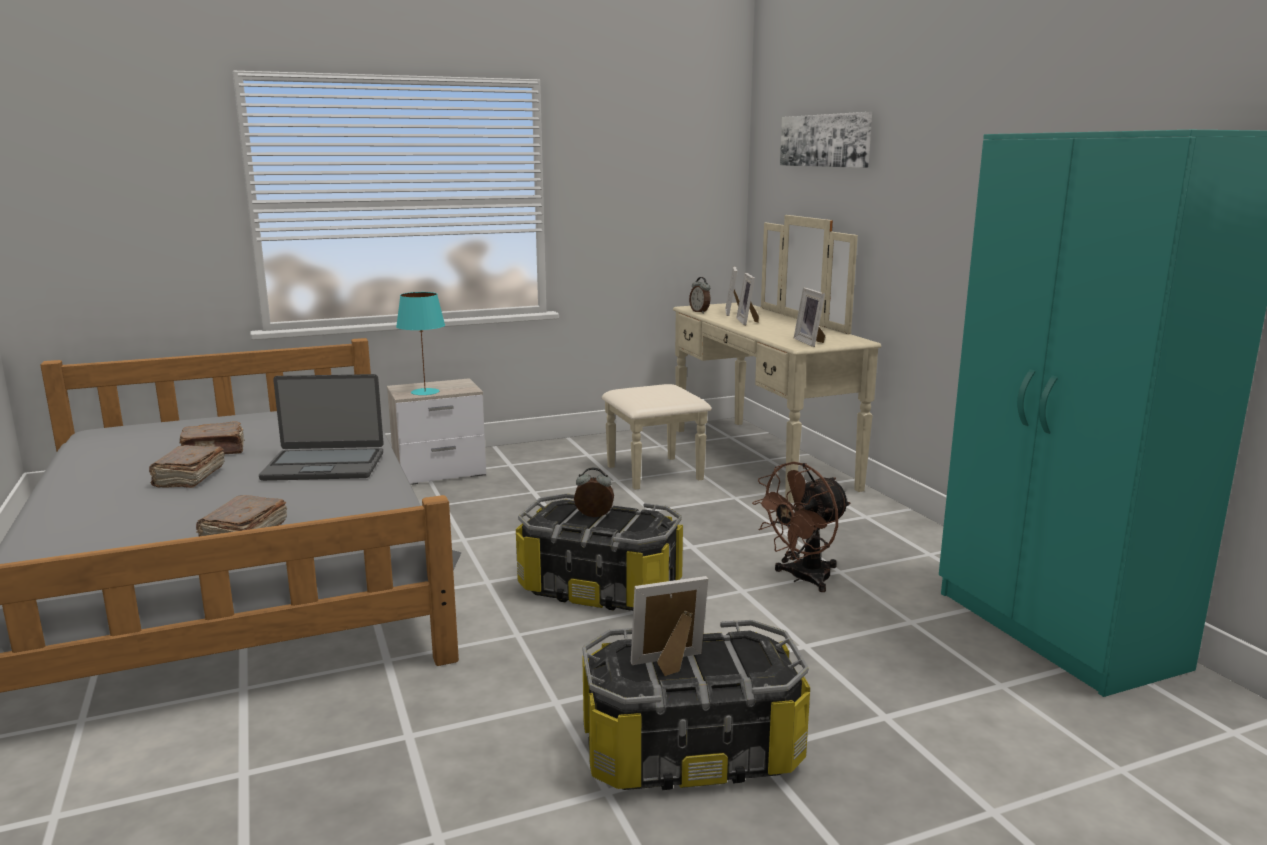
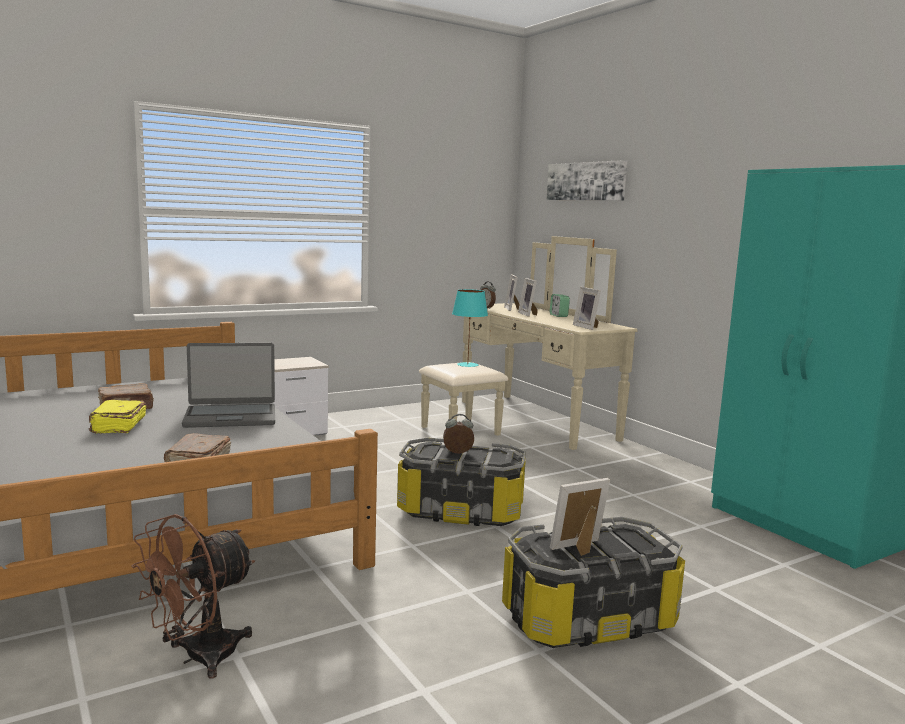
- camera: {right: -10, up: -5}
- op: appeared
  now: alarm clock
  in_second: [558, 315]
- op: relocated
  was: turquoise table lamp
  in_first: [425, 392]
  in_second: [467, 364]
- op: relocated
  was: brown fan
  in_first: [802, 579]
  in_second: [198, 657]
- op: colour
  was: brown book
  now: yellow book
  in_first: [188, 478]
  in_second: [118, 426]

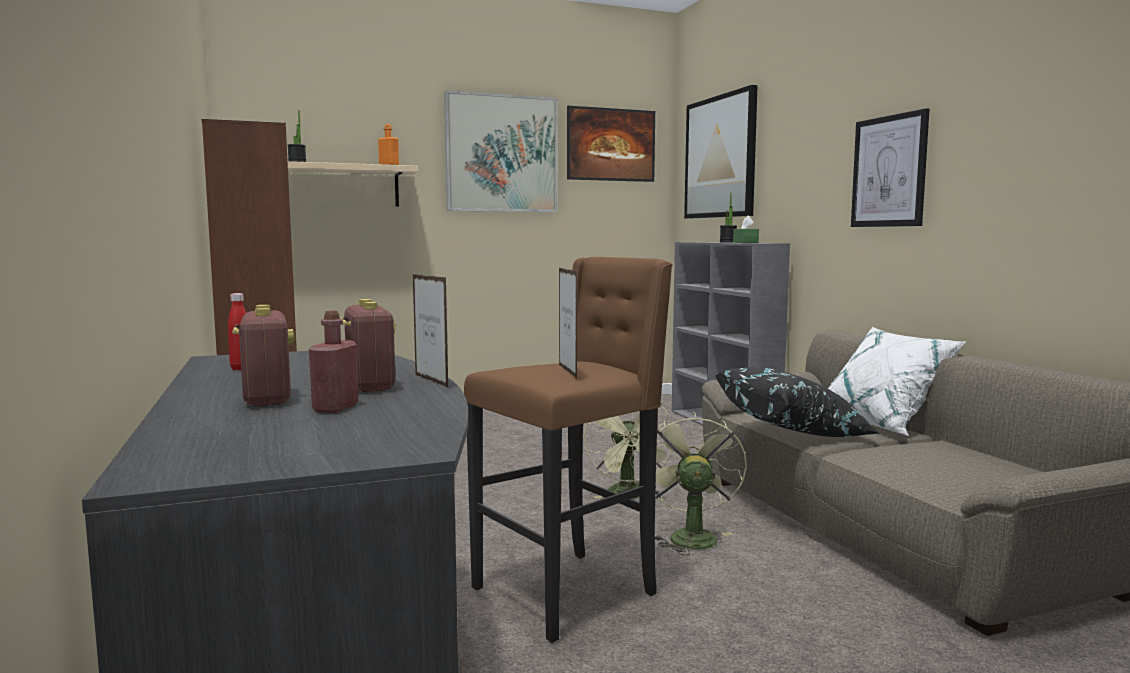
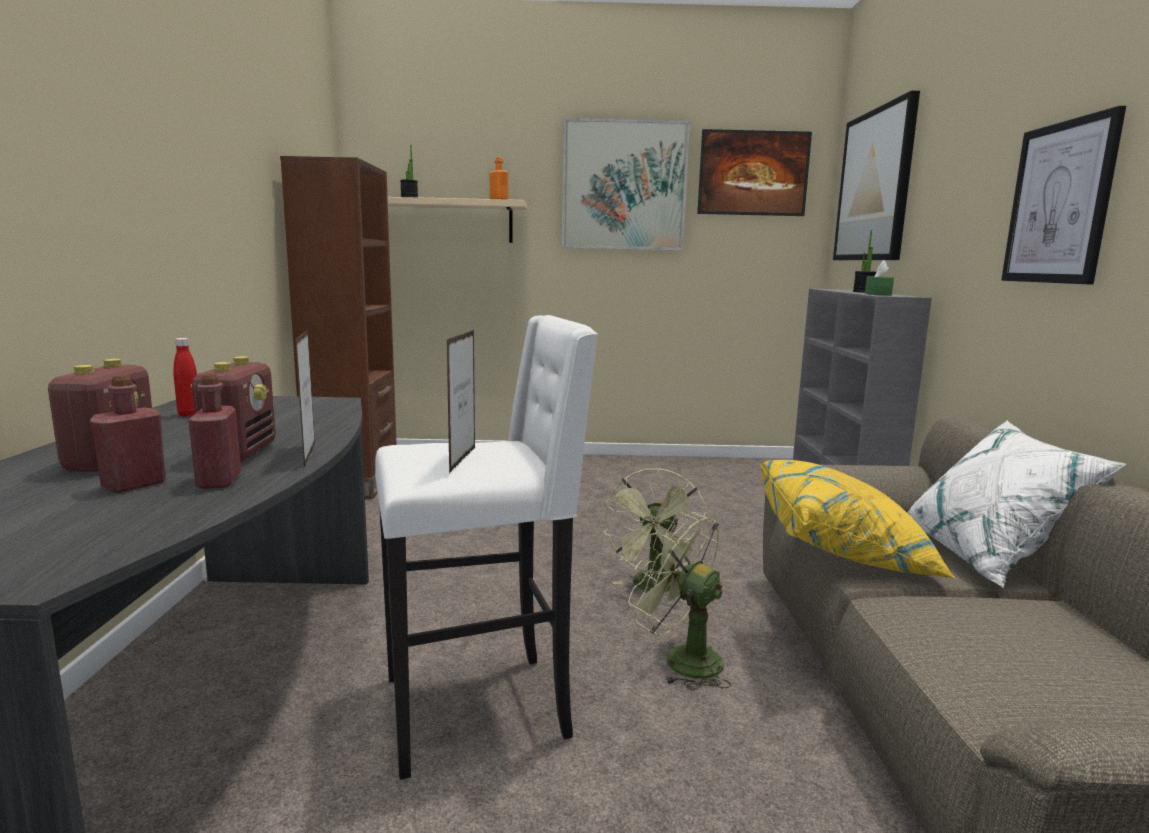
- camera: {right: 20, up: 5}
- op: appeared
  now: red bottle
  in_second: [219, 481]
- op: colour
  was: brown stool
  now: white stool
  in_first: [568, 592]
  in_second: [480, 708]
- op: colour
  was: black pillow
  now: yellow pillow
  in_first: [792, 431]
  in_second: [843, 551]
- op: spun
  was: green fan
  in_first: [690, 536]
  in_second: [681, 659]
  clockwise: -75

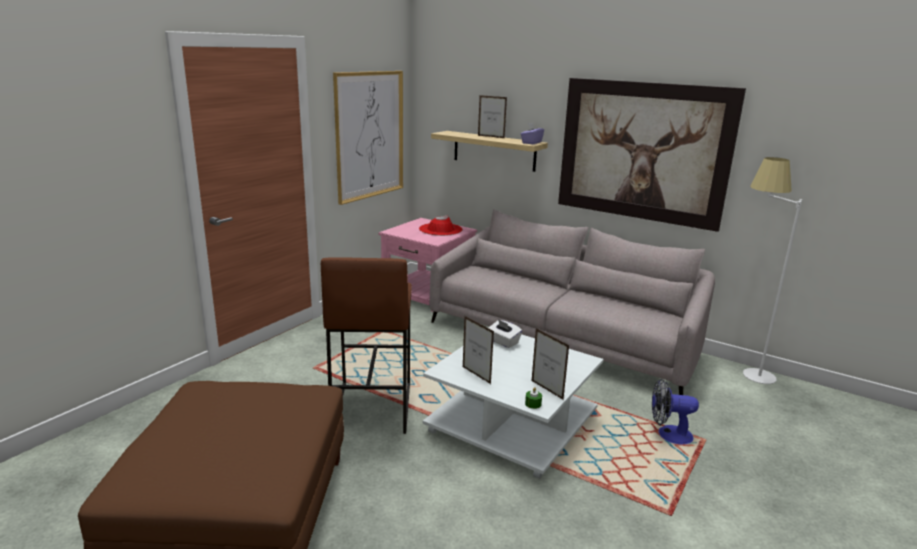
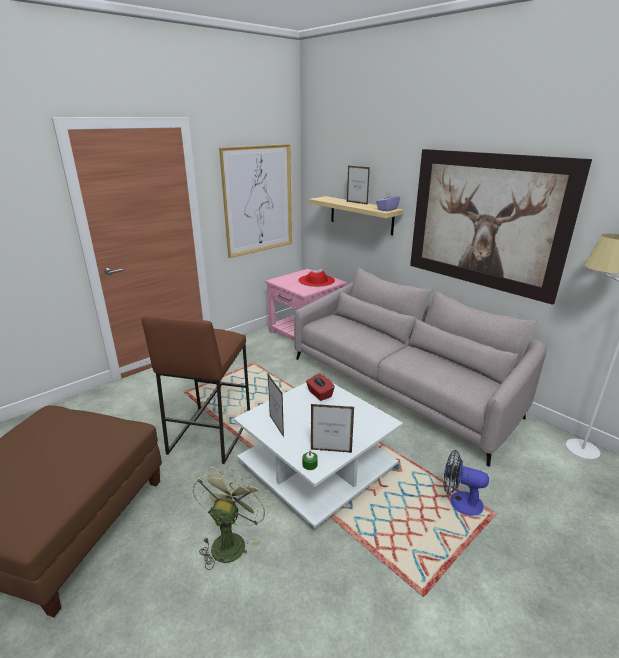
- camera: {right: 15, up: 5}
- op: appeared
  now: green fan
  in_second: [230, 541]
- op: colour
  was: white tissue box
  now: red tissue box
  in_first: [503, 342]
  in_second: [319, 394]
- op: spun
  was: picture frame
  in_first: [547, 390]
  in_second: [331, 451]
  clockwise: 120

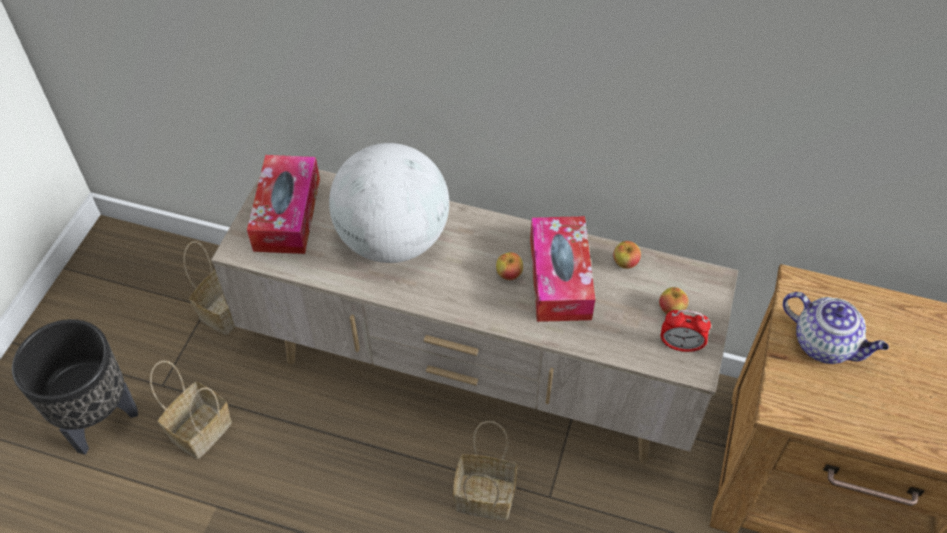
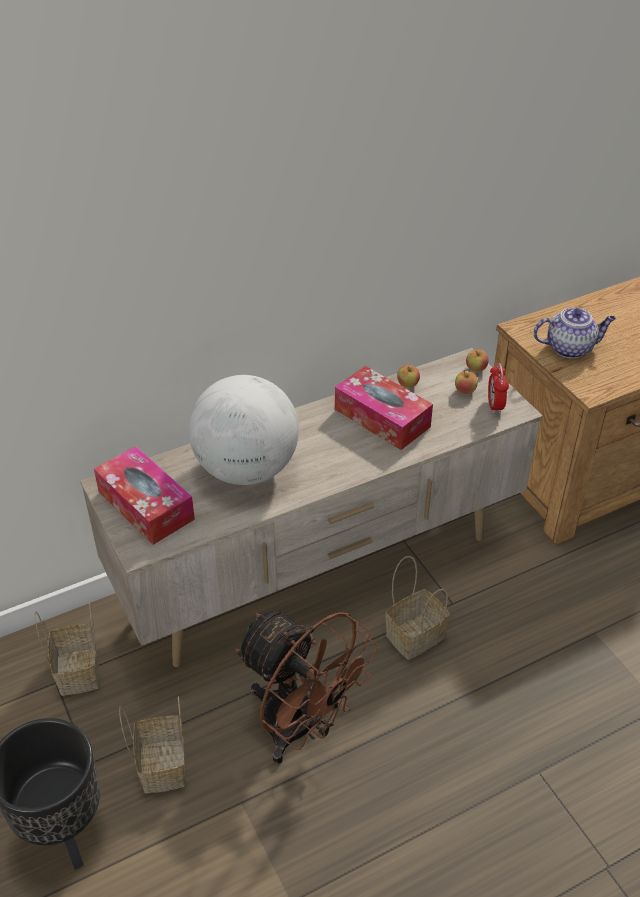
- camera: {right: -45, up: -10}
- op: appeared
  now: brown fan
  in_second: [301, 728]
- op: relocated
  was: apple
  in_first: [509, 274]
  in_second: [476, 369]
- op: spun
  was: alarm clock
  in_first: [680, 346]
  in_second: [495, 406]
  clockwise: 120

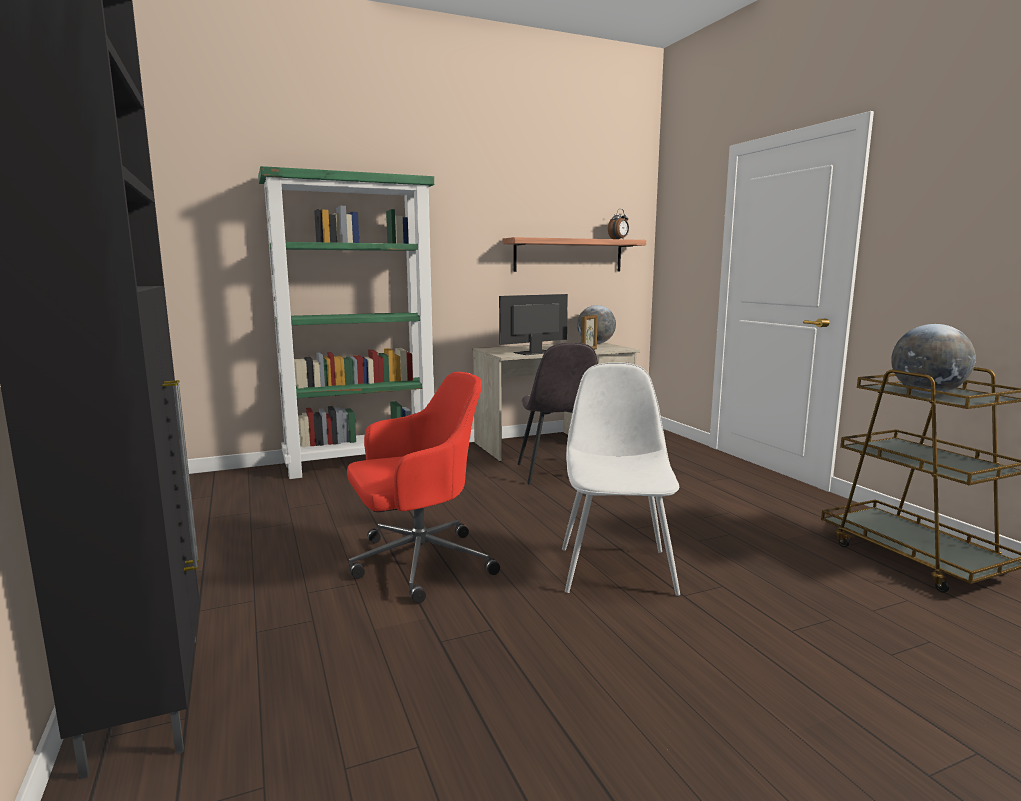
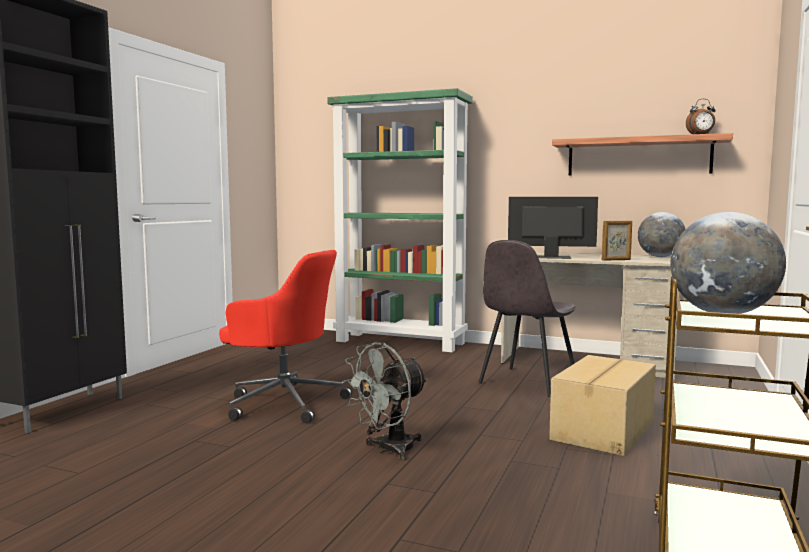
- camera: {right: 45, up: -5}
- op: appeared
  now: cardboard box
  in_second: [604, 430]
- op: exchanged
  was: white chair
  now: grey fan
  in_first: [616, 568]
  in_second: [388, 450]

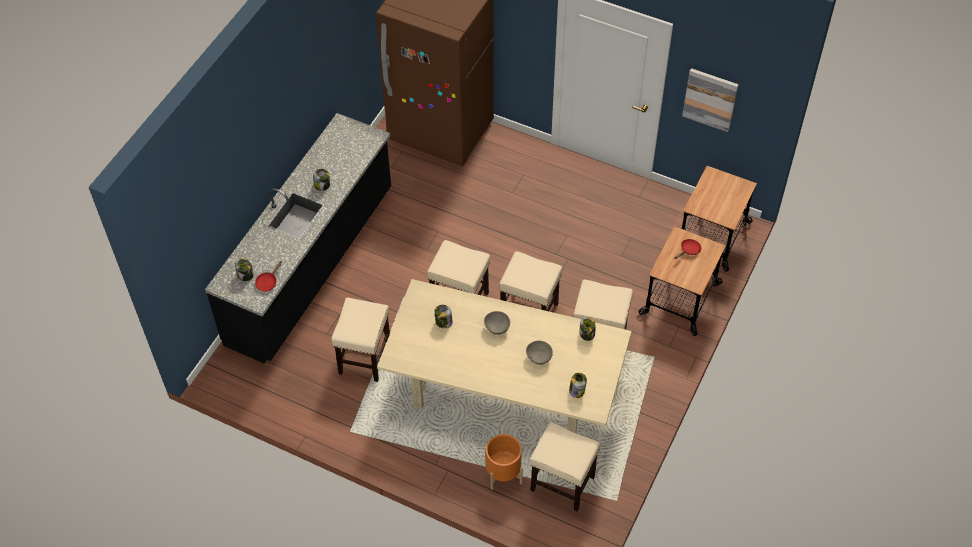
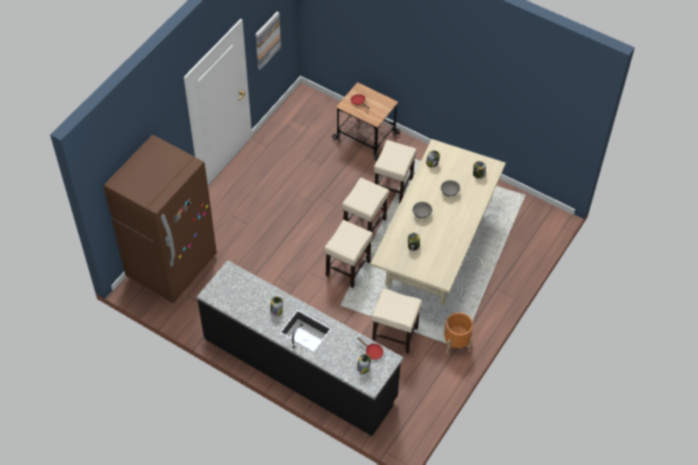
- camera: {right: -85, up: 0}
- op: missing
  was: beige stool
  in_first: [561, 483]
- op: missing
  was: cart
  in_first: [712, 237]
- op: relocated
  was: orange planter
  in_first: [503, 472]
  in_second: [456, 342]

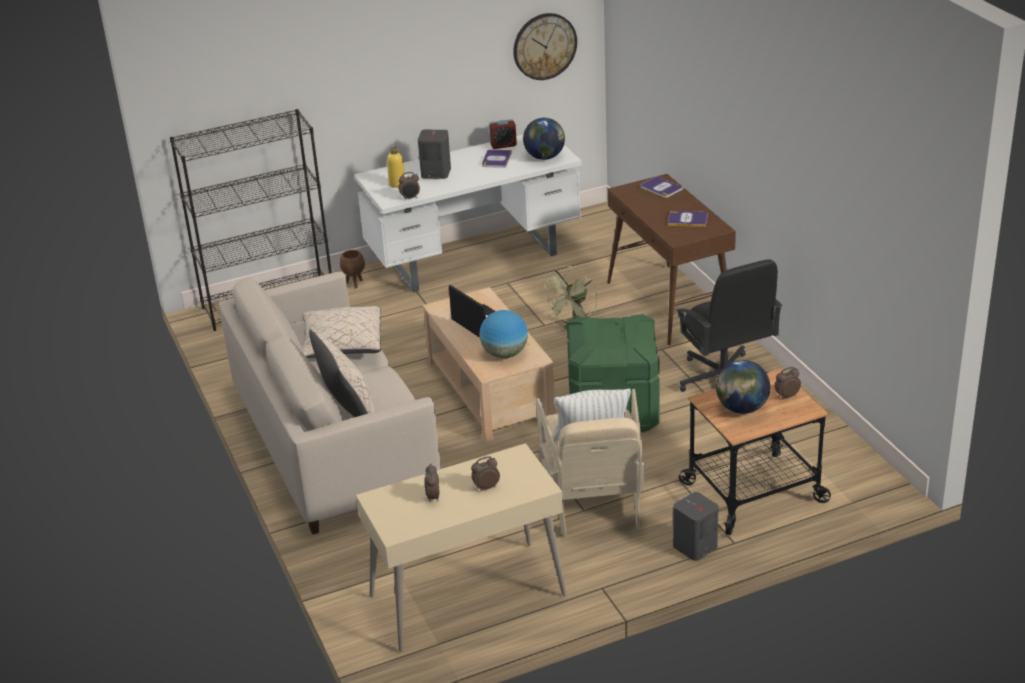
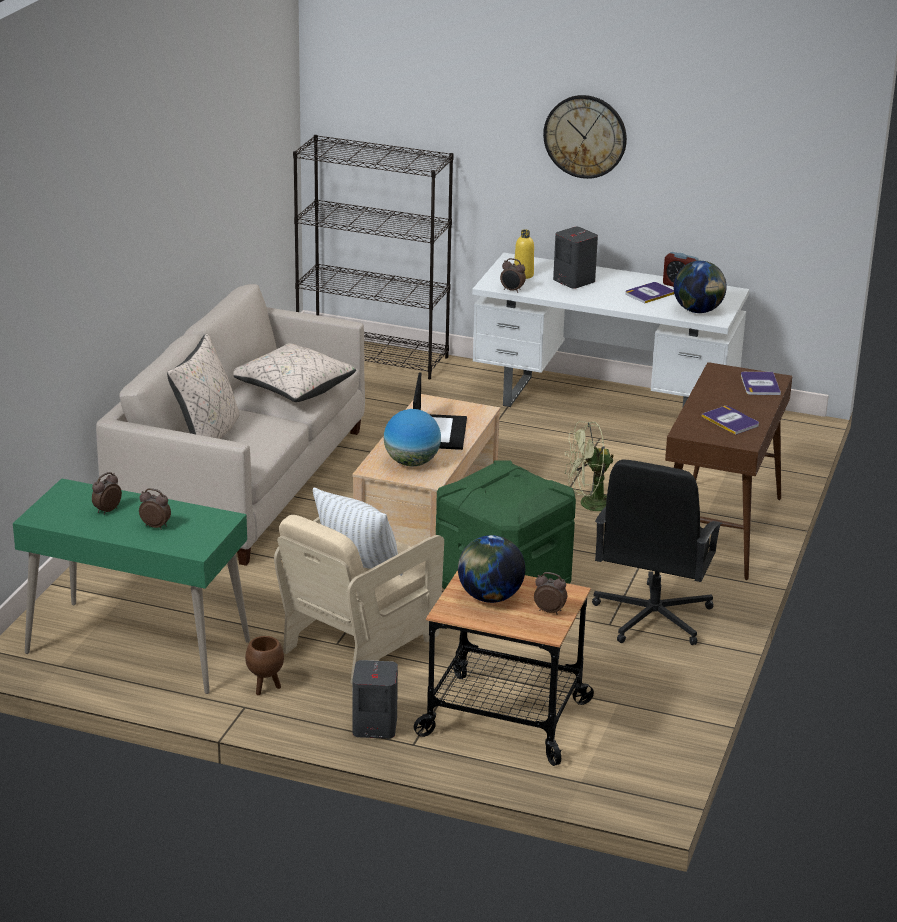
- camera: {right: 40, up: -5}
- op: relocated
  was: brown planter
  in_first: [355, 284]
  in_second: [265, 688]
- op: relocated
  was: wall clock
  in_first: [544, 46]
  in_second: [585, 136]
- op: colour
  was: beige desk
  now: green desk
  in_first: [468, 596]
  in_second: [137, 648]

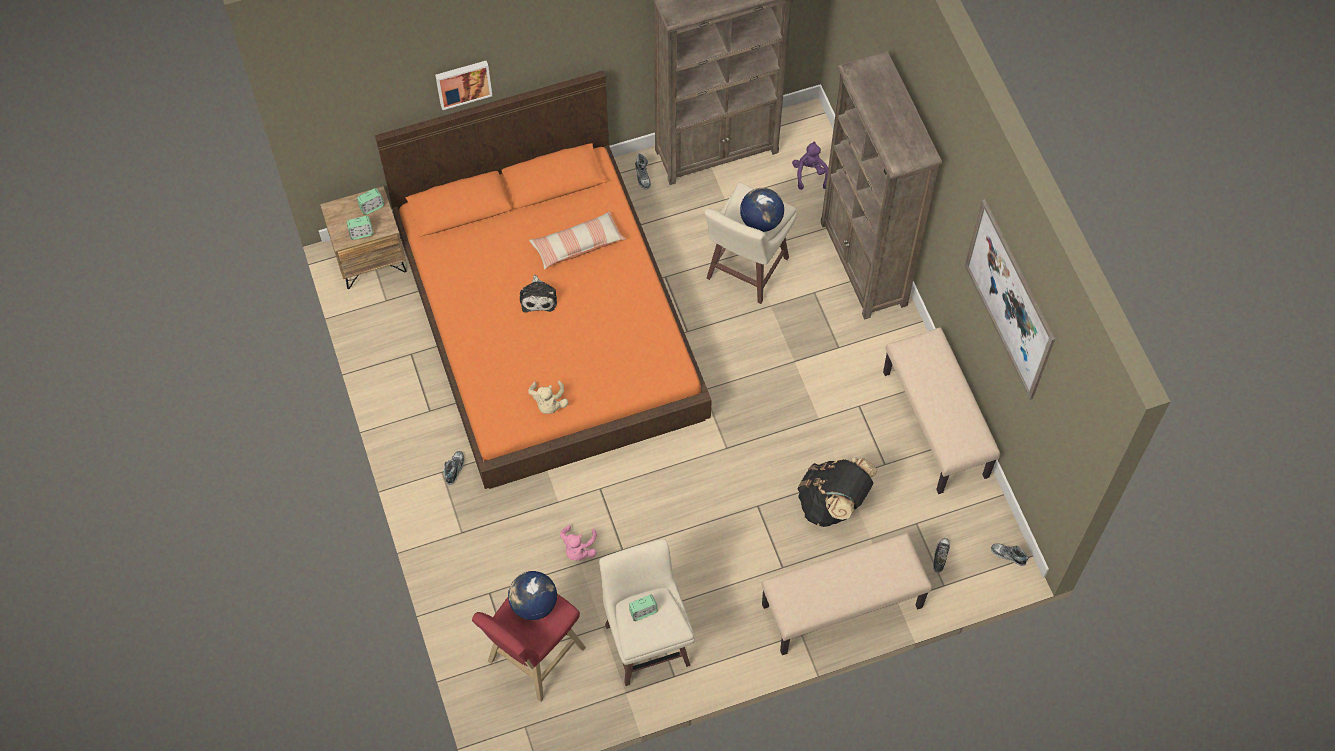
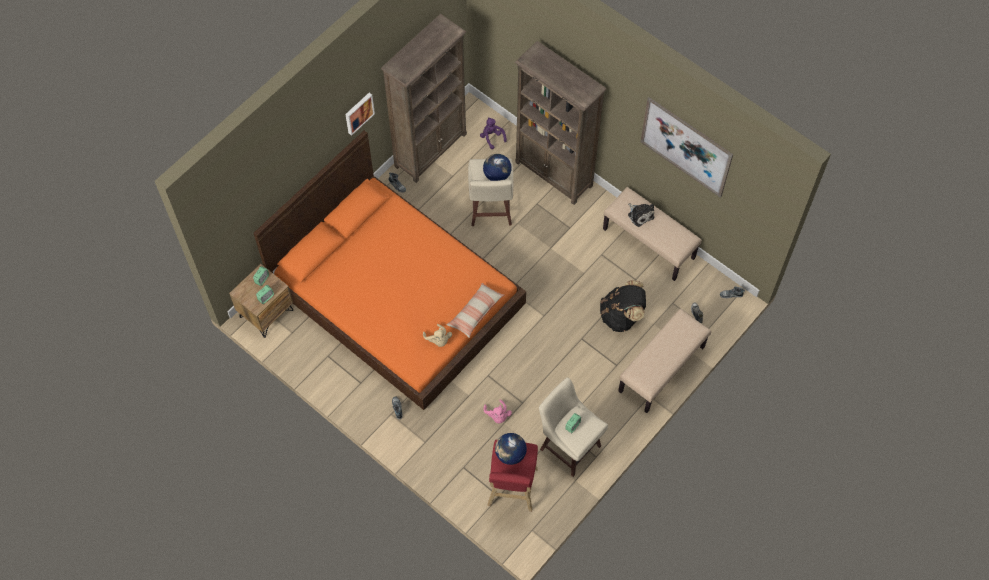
- camera: {right: -30, up: 0}
- op: relocated
  was: picture
  in_first: [463, 83]
  in_second: [358, 113]
- op: relocated
  was: plush toy
  in_first: [538, 297]
  in_second: [640, 215]
- op: relocated
  was: pillow
  in_first: [577, 245]
  in_second: [475, 313]

